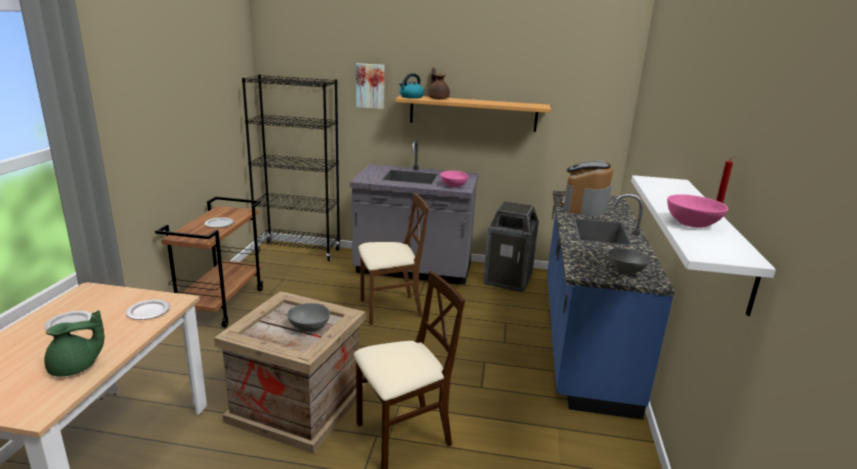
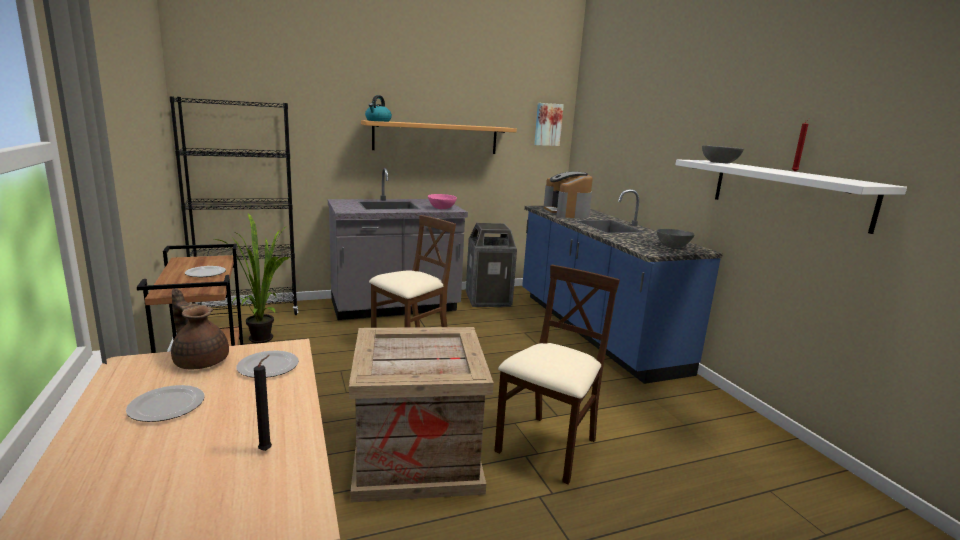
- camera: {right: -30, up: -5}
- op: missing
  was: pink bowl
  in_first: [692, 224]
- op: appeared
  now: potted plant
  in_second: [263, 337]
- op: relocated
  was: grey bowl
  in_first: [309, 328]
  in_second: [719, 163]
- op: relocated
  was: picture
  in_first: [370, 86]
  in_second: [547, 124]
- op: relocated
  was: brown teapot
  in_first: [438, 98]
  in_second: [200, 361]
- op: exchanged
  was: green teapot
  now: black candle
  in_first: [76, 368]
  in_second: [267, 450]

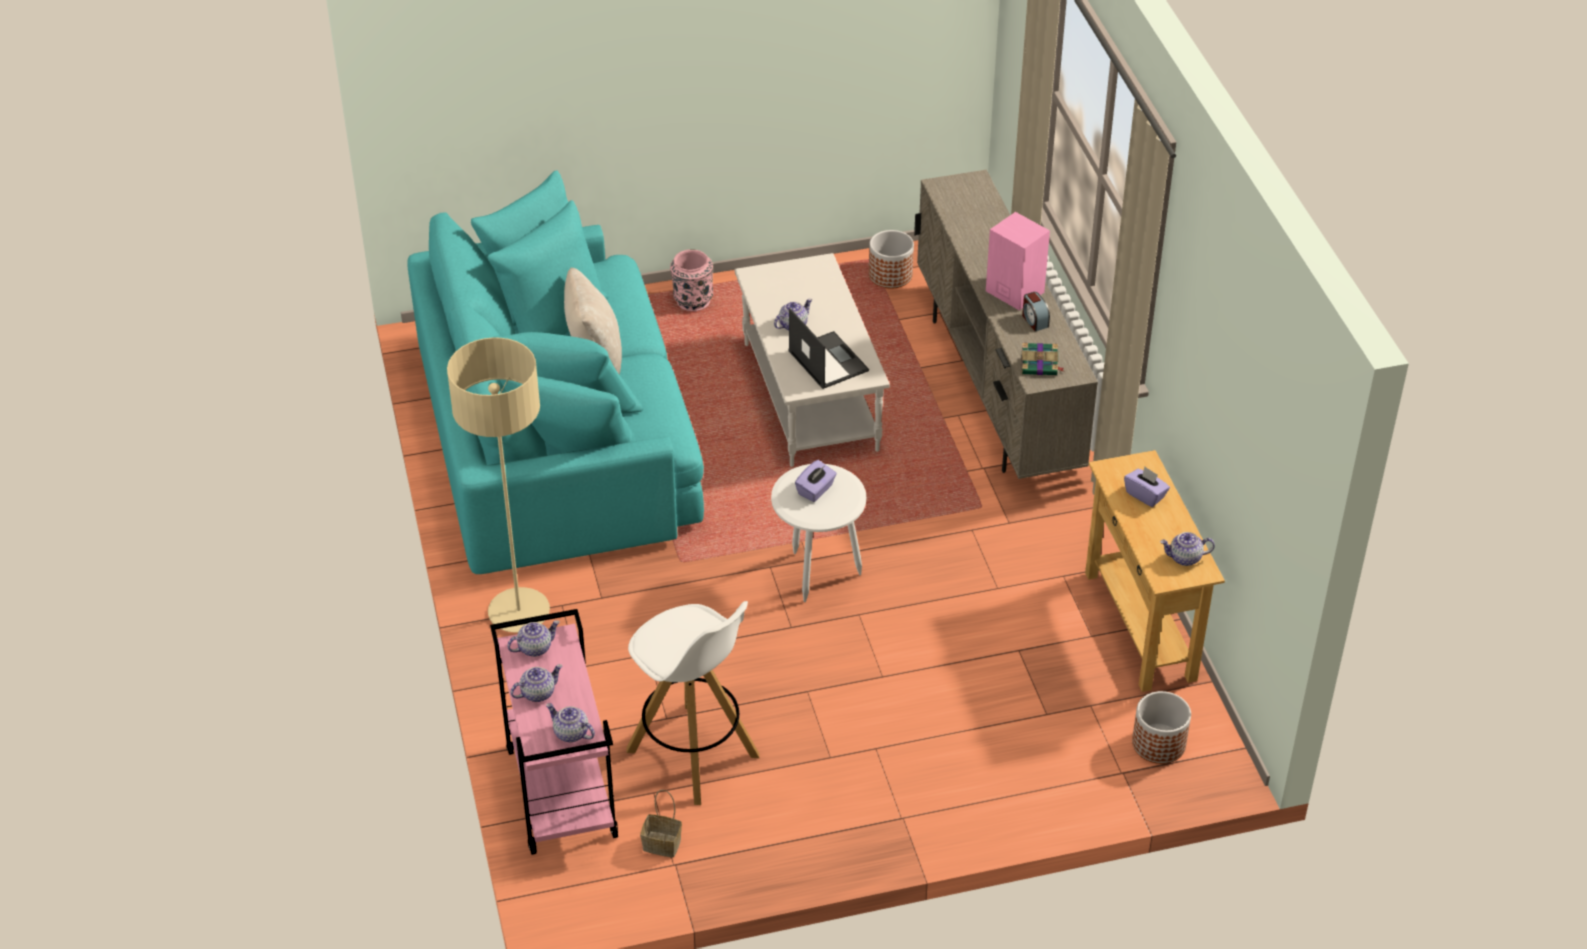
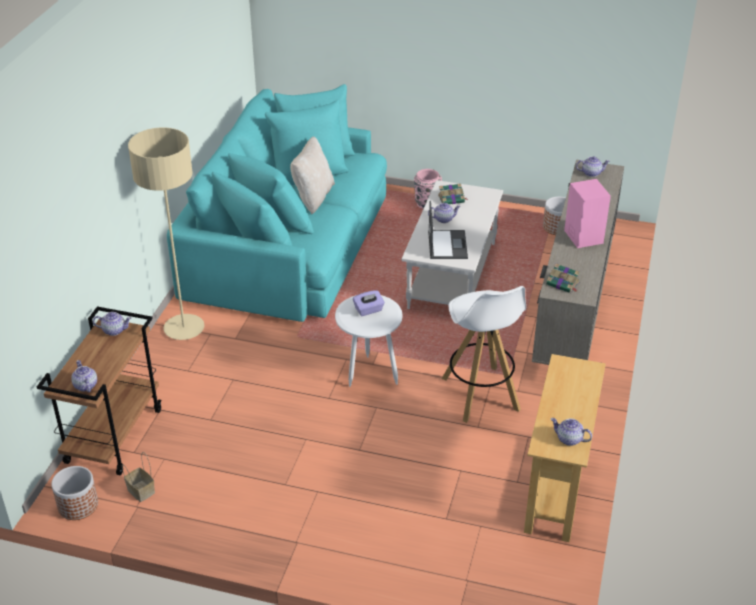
- camera: {right: 30, up: -5}
- op: missing
  was: alarm clock
  in_first: [1034, 320]
- op: missing
  was: purple tissue box
  in_first: [1145, 495]
- op: appeared
  now: book
  in_second: [452, 199]
- op: relocated
  was: teapot
  in_first: [538, 692]
  in_second: [591, 173]
- op: relocated
  was: white stool
  in_first: [694, 754]
  in_second: [480, 394]
- op: relocated
  was: planter
  in_first: [1158, 744]
  in_second: [77, 505]
- op: colour
  was: pink cart
  now: brown cart
  in_first: [560, 792]
  in_second: [114, 435]

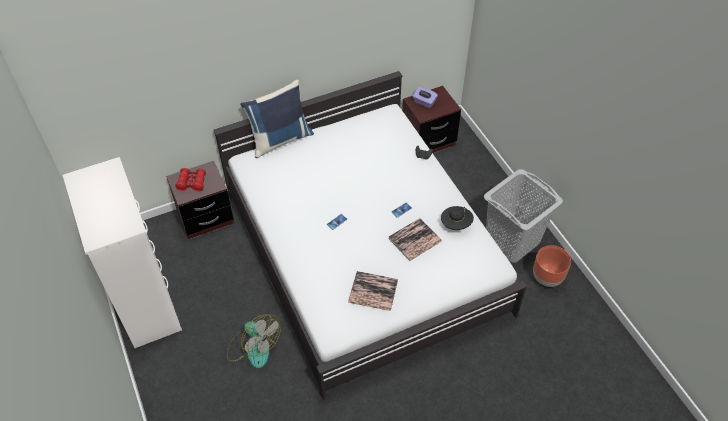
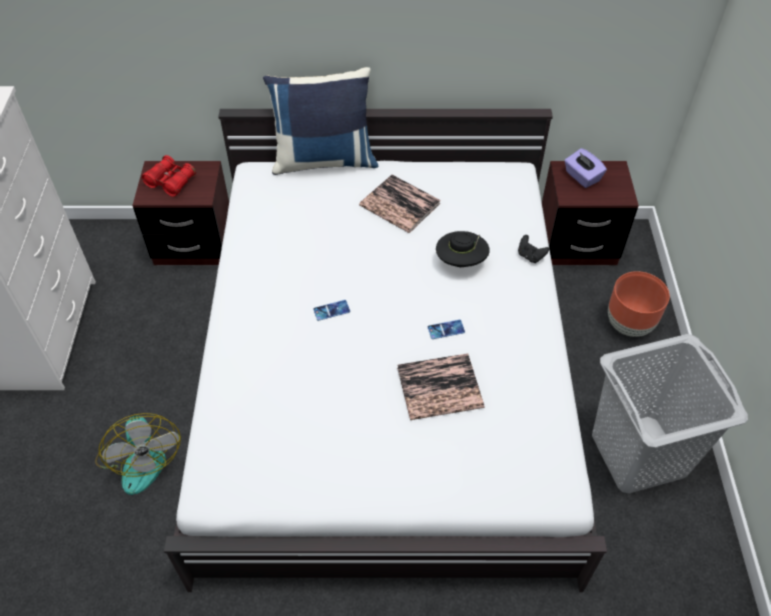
- camera: {right: 25, up: 0}
- op: relocated
  was: book
  in_first: [373, 291]
  in_second: [399, 204]
- op: relocated
  was: black hat
  in_first: [455, 225]
  in_second: [461, 262]
- op: relocated
  was: brown planter
  in_first: [547, 278]
  in_second: [629, 324]

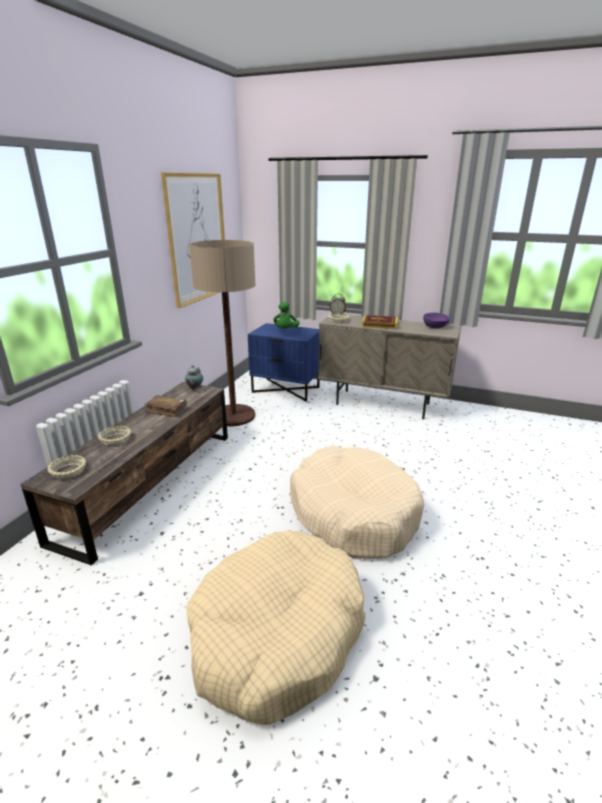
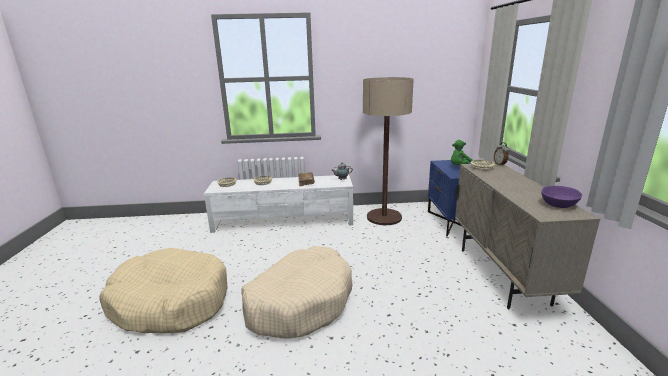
- camera: {right: 65, up: -5}
- op: missing
  was: picture
  in_first: [197, 238]
- op: missing
  was: book
  in_first: [379, 324]
- op: colour
  was: brown tv stand
  now: white tv stand
  in_first: [151, 482]
  in_second: [284, 221]

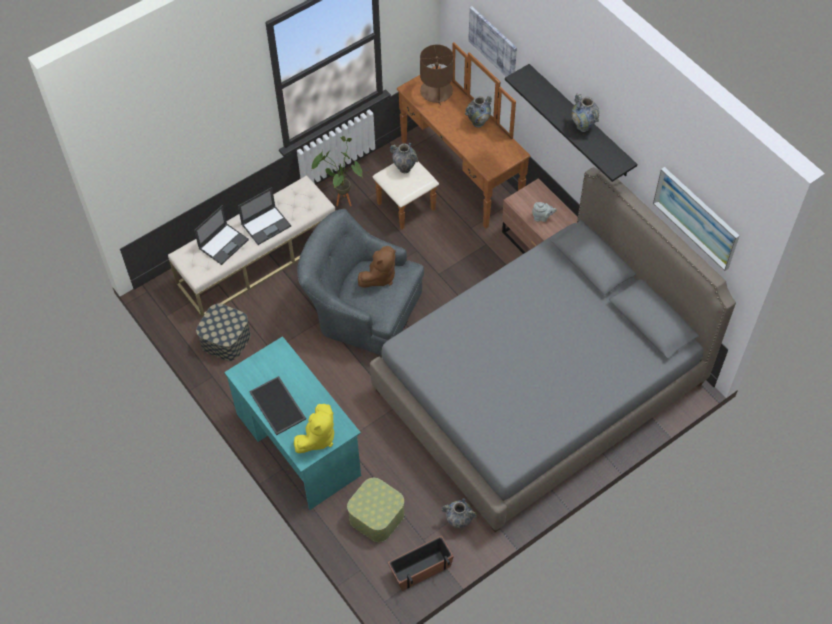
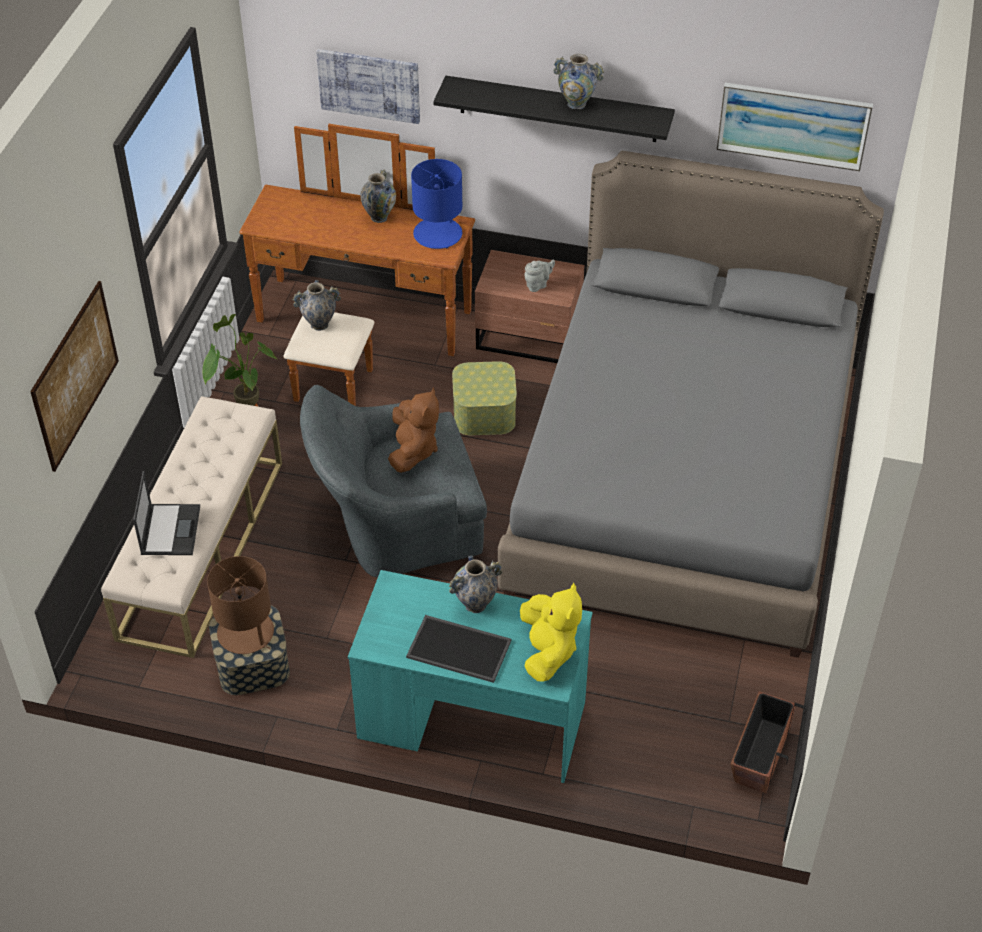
- camera: {right: -40, up: -10}
- op: missing
  was: laptop
  in_first: [266, 225]
- op: appeared
  now: picture
  in_second: [75, 375]
- op: appeared
  now: blue table lamp
  in_second: [438, 234]
- op: relocated
  was: storage box
  in_first: [376, 516]
  in_second: [484, 413]
- op: relocated
  was: brown table lamp
  in_first: [436, 91]
  in_second: [246, 633]
- op: relocated
  was: vase
  in_first: [459, 522]
  in_second: [475, 604]

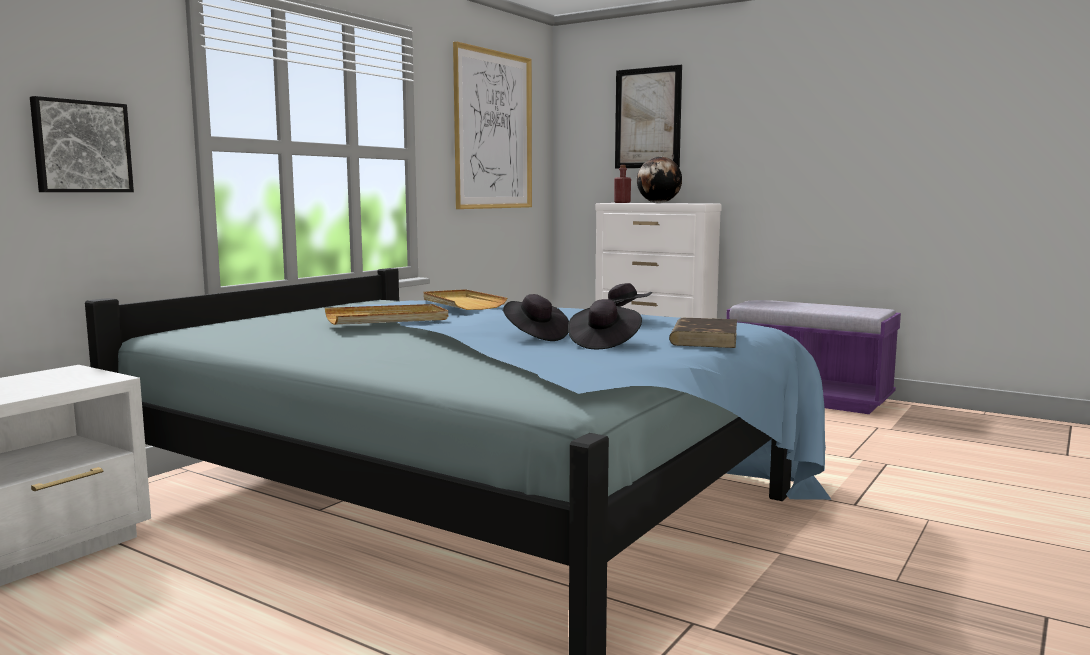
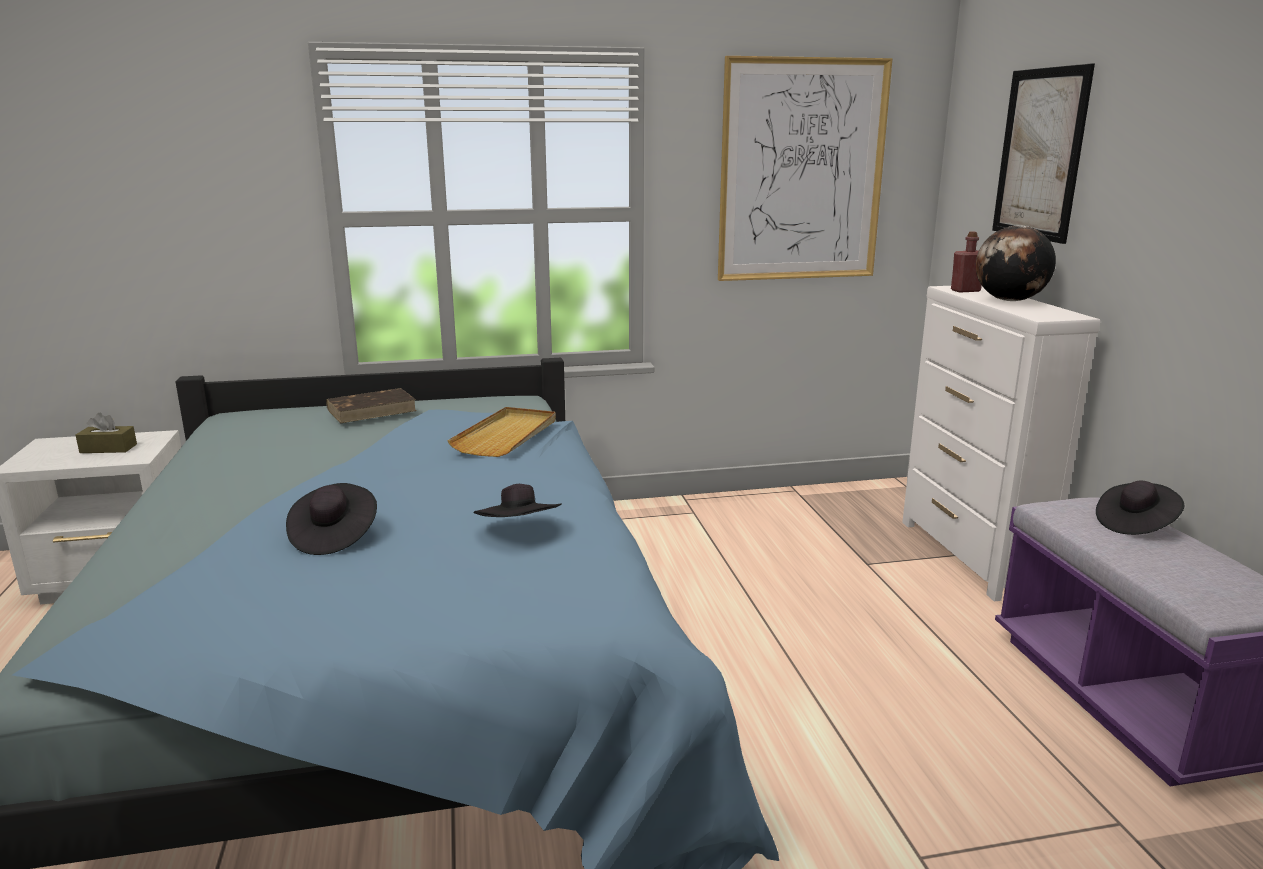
- camera: {right: 45, up: 10}
- op: missing
  was: picture
  in_first: [81, 147]
- op: missing
  was: beige tray
  in_first: [387, 319]
- op: appeared
  now: brown tissue box
  in_second: [108, 448]
- op: relocated
  was: black hat
  in_first: [603, 343]
  in_second: [1135, 524]
- op: relocated
  was: brown book
  in_first: [704, 338]
  in_second: [372, 409]

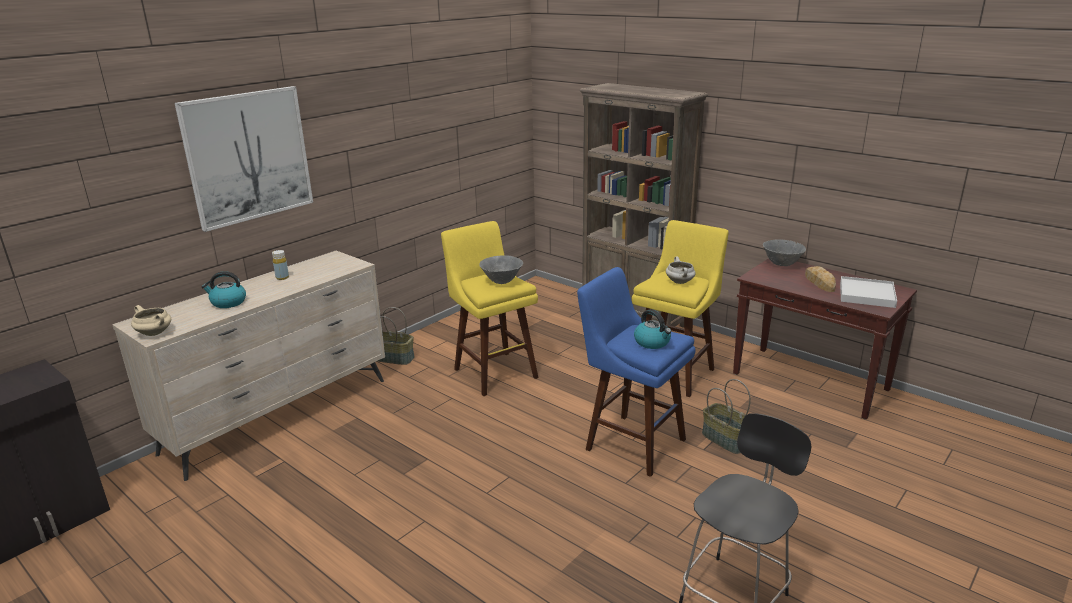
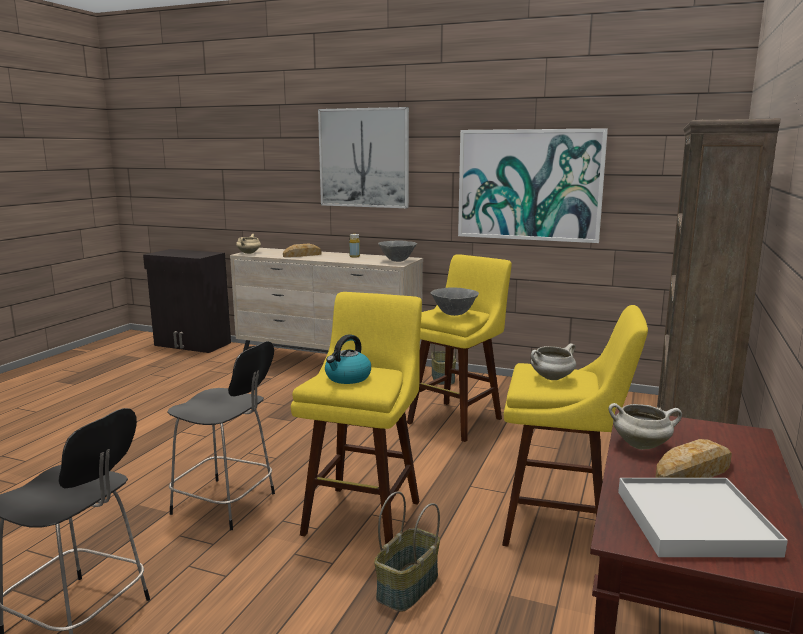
- camera: {right: 70, up: -10}
- op: appeared
  now: black chair
  in_second: [227, 504]
- op: appeared
  now: picture
  in_second: [529, 185]
- op: appeared
  now: white cooking pot
  in_second: [641, 445]
- op: relocated
  was: grey bowl
  in_first: [781, 264]
  in_second: [397, 261]
- op: exchanged
  was: kettle
  now: bread
  in_first: [228, 302]
  in_second: [302, 255]
- op: colour
  was: blue stool
  now: yellow stool
  in_first: [631, 442]
  in_second: [364, 514]

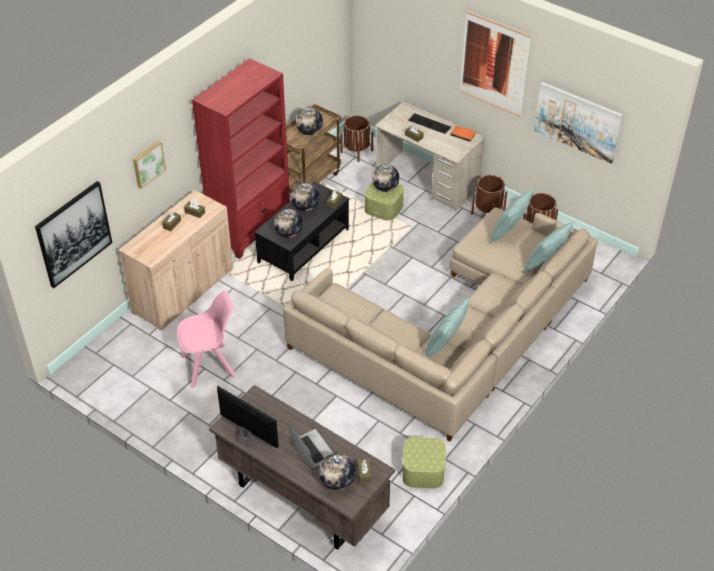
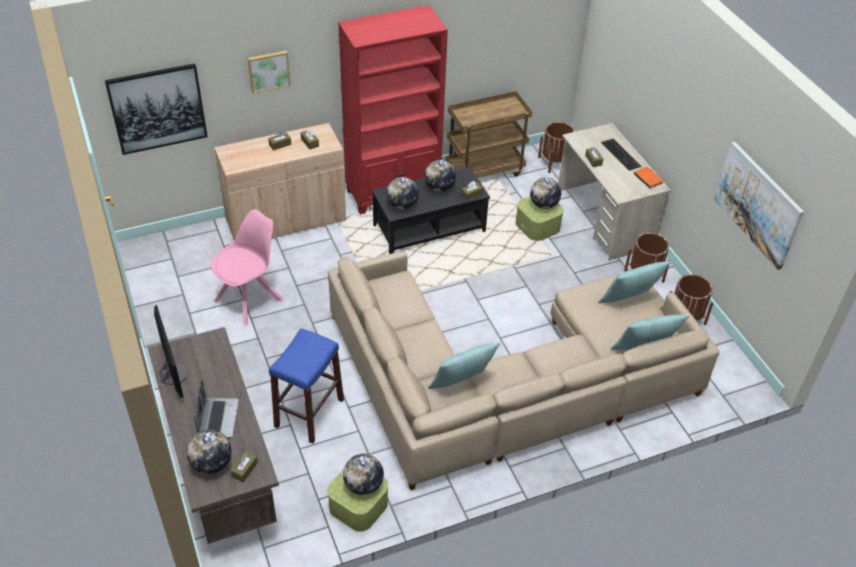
- camera: {right: 30, up: 0}
- op: missing
  was: picture
  in_first: [494, 63]
- op: appeared
  now: blue stool
  in_second: [309, 413]
- op: relocated
  was: globe
  in_first: [309, 132]
  in_second: [363, 485]
- op: spun
  was: pink chair
  in_first: [210, 365]
  in_second: [250, 299]
  clockwise: -60

